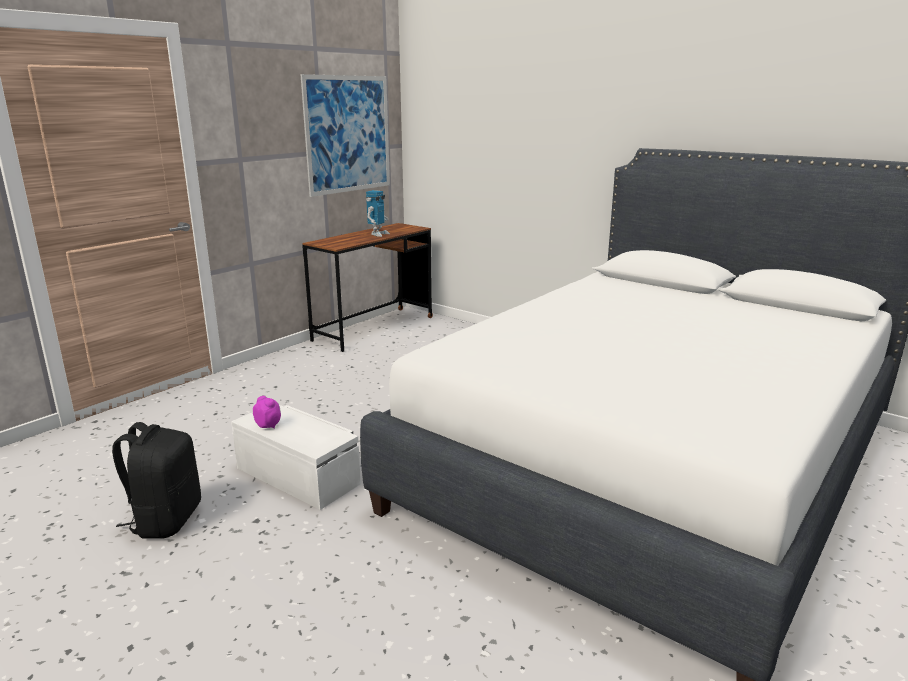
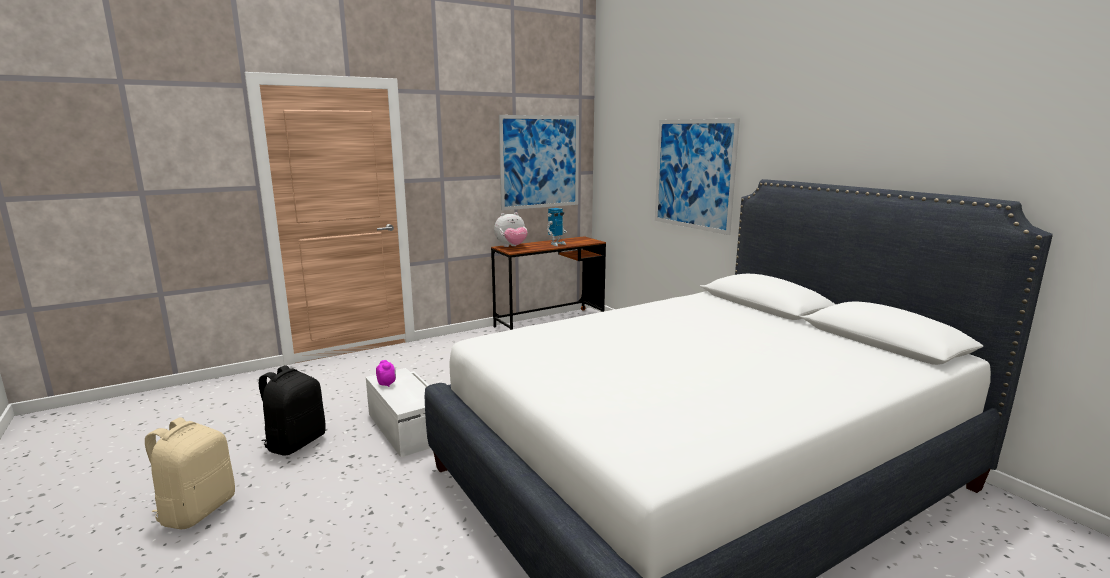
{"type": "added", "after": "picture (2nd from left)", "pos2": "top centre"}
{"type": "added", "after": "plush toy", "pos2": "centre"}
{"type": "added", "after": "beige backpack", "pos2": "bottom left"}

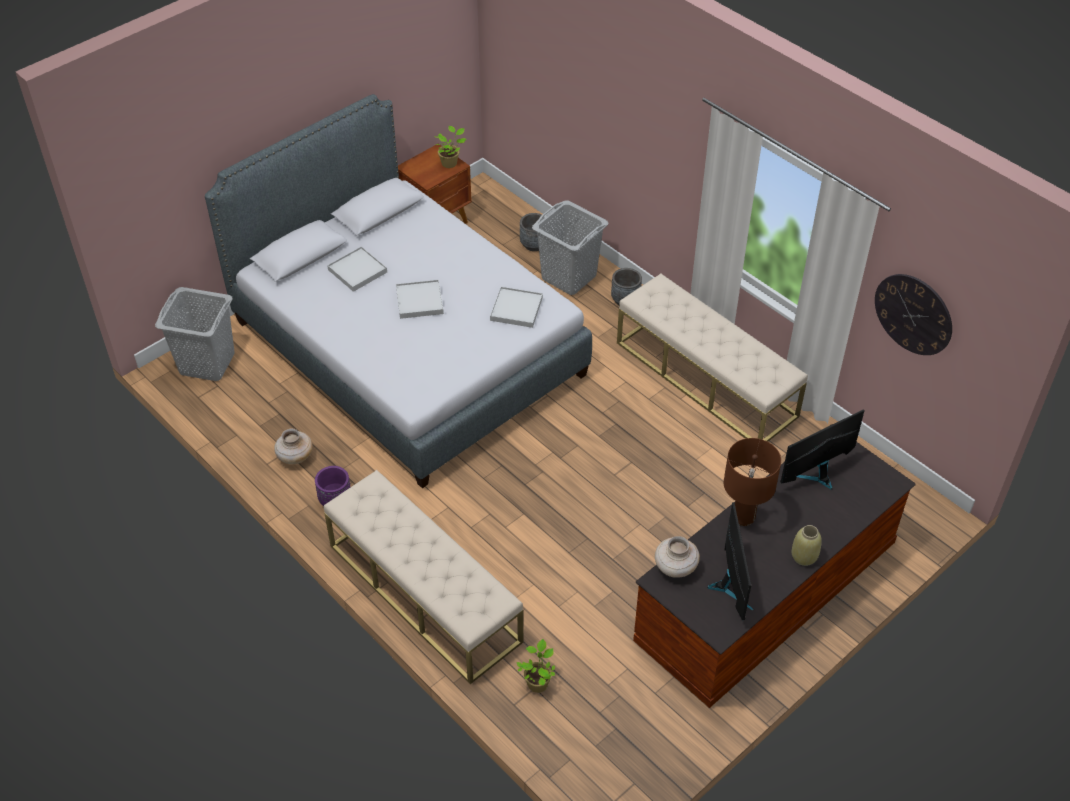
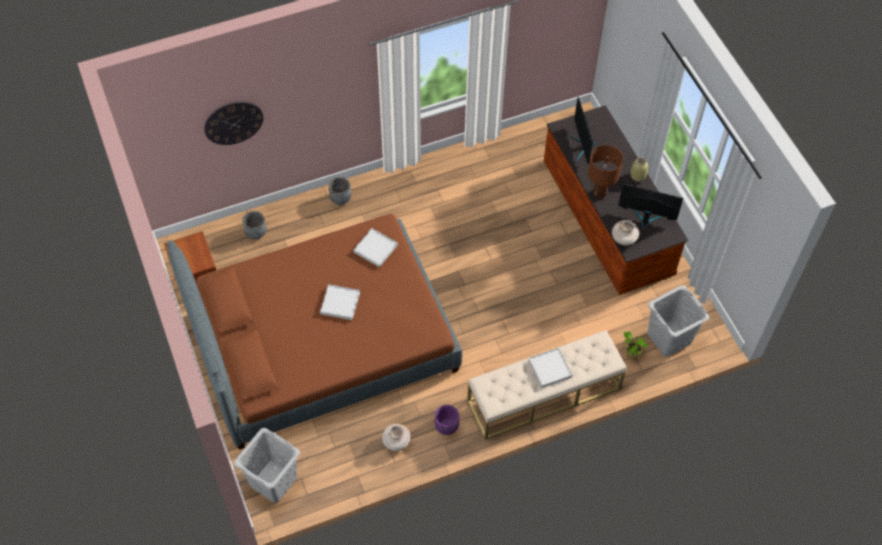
{"type": "recoloured", "before": "grey bed", "after": "brown bed", "pos1": "centre", "pos2": "centre"}
{"type": "removed", "before": "potted plant (1st from left)", "pos1": "top centre"}
{"type": "moved", "before": "grey laundry basket (2nd from left)", "pos1": "top centre", "pos2": "middle right"}
{"type": "moved", "before": "white tray (1st from left in the first image)", "after": "white tray (3rd from left)", "pos1": "centre", "pos2": "bottom centre"}
{"type": "removed", "before": "beige bench (2nd from left)", "pos1": "centre"}
{"type": "moved", "before": "wall clock", "pos1": "middle right", "pos2": "top left"}

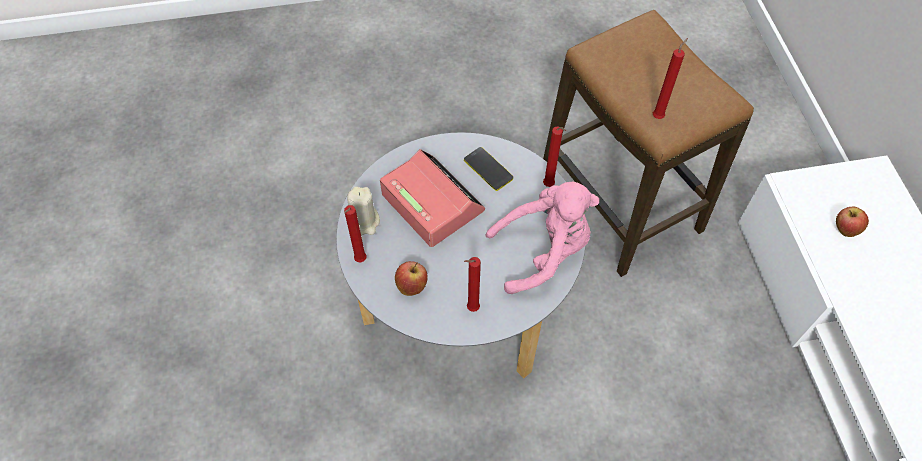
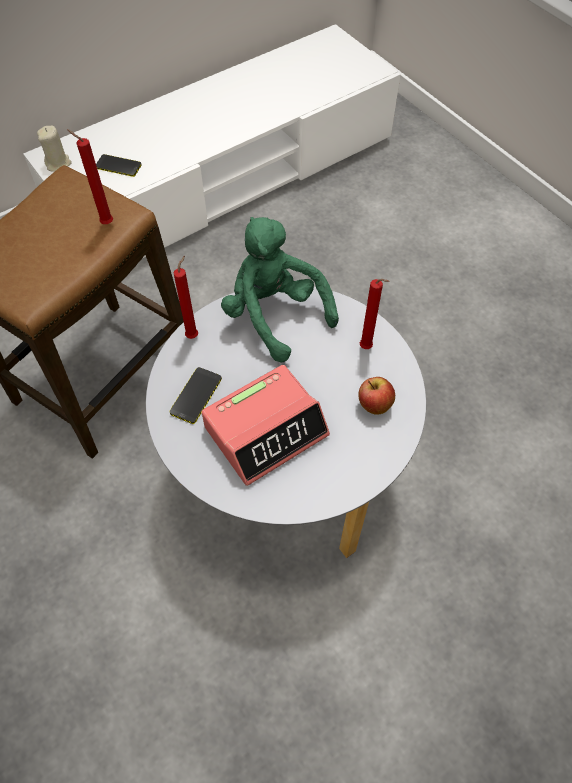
{"type": "turned", "before": "alarm clock", "pos1": "centre", "pos2": "centre", "turn": -150}
{"type": "recoloured", "before": "pink plush toy", "after": "green plush toy", "pos1": "centre", "pos2": "centre"}
{"type": "moved", "before": "beige candle", "pos1": "centre", "pos2": "top left"}
{"type": "removed", "before": "red candle (1st from left)", "pos1": "centre"}
{"type": "replaced", "before": "apple (2nd from left)", "after": "phone (1st from left)", "pos1": "middle right", "pos2": "top left"}

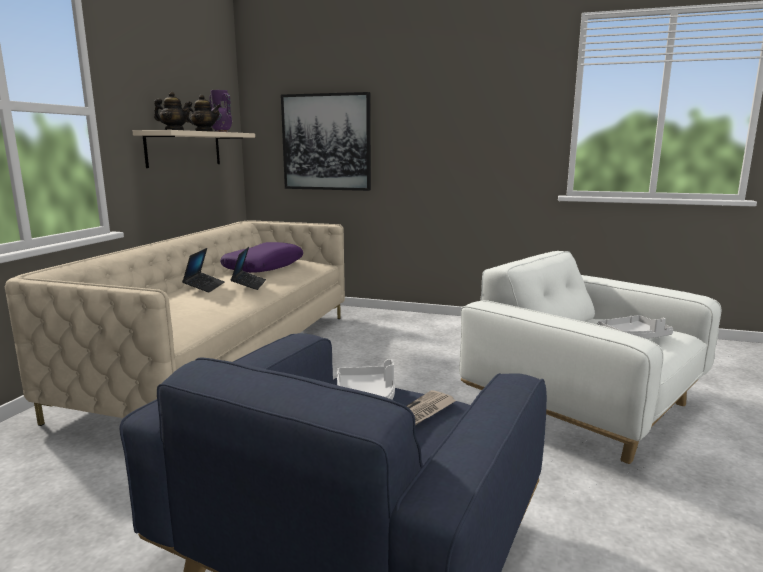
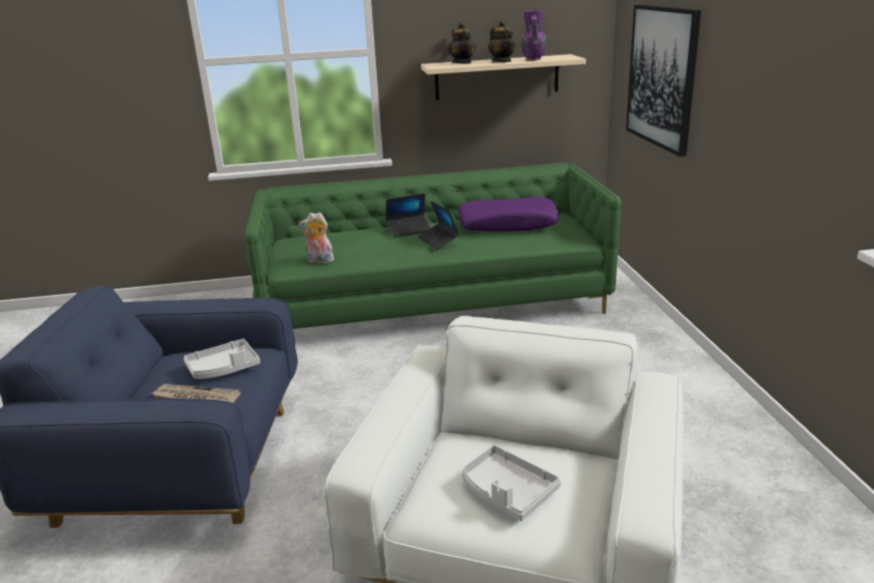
{"type": "recoloured", "before": "beige sofa", "after": "green sofa", "pos1": "middle left", "pos2": "centre"}
{"type": "turned", "before": "laptop (2nd from left)", "pos1": "middle left", "pos2": "centre", "turn": 90}
{"type": "added", "after": "plush toy", "pos2": "centre"}

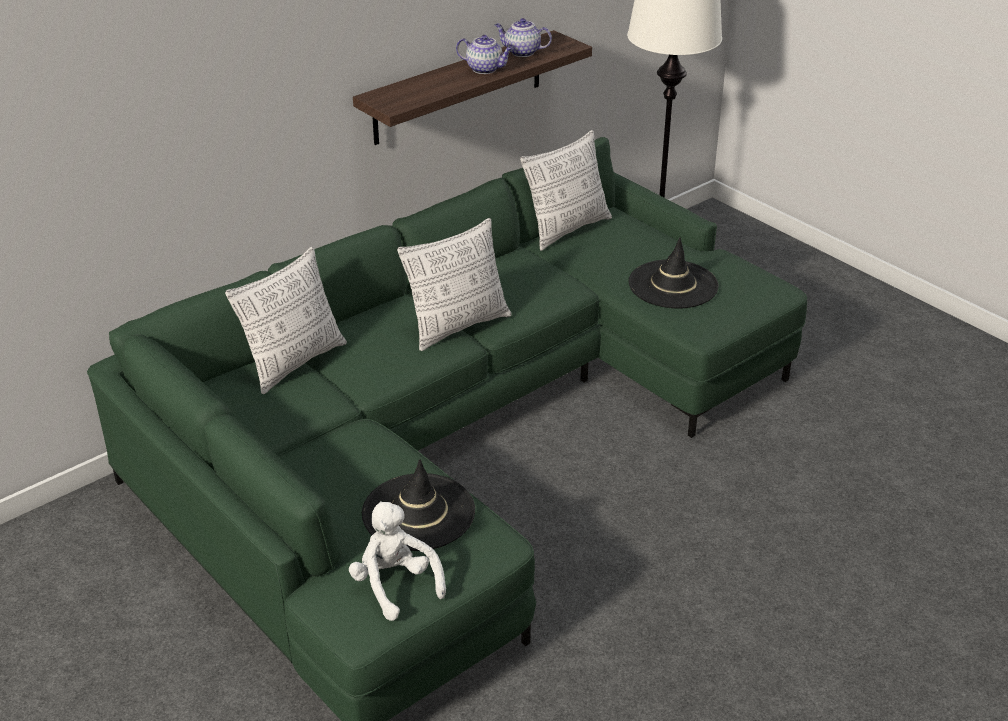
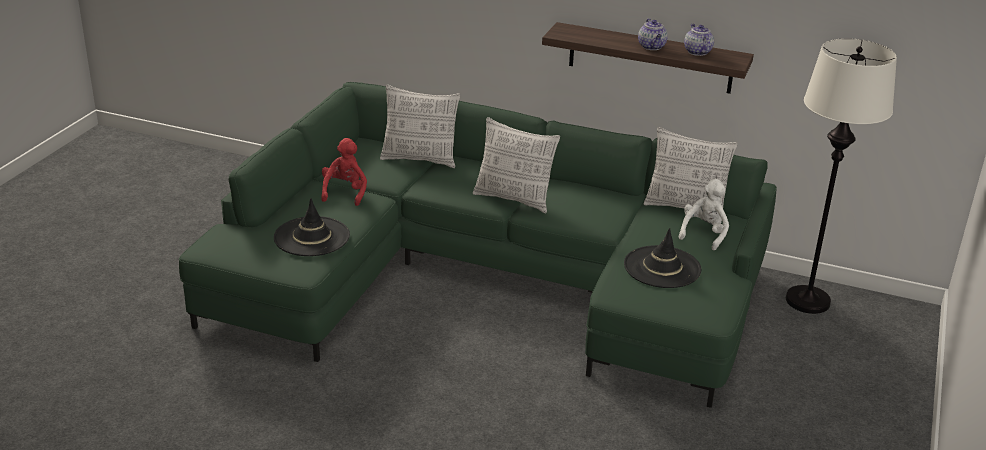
{"type": "moved", "before": "white plush toy", "pos1": "bottom centre", "pos2": "middle right"}
{"type": "added", "after": "red plush toy", "pos2": "centre"}

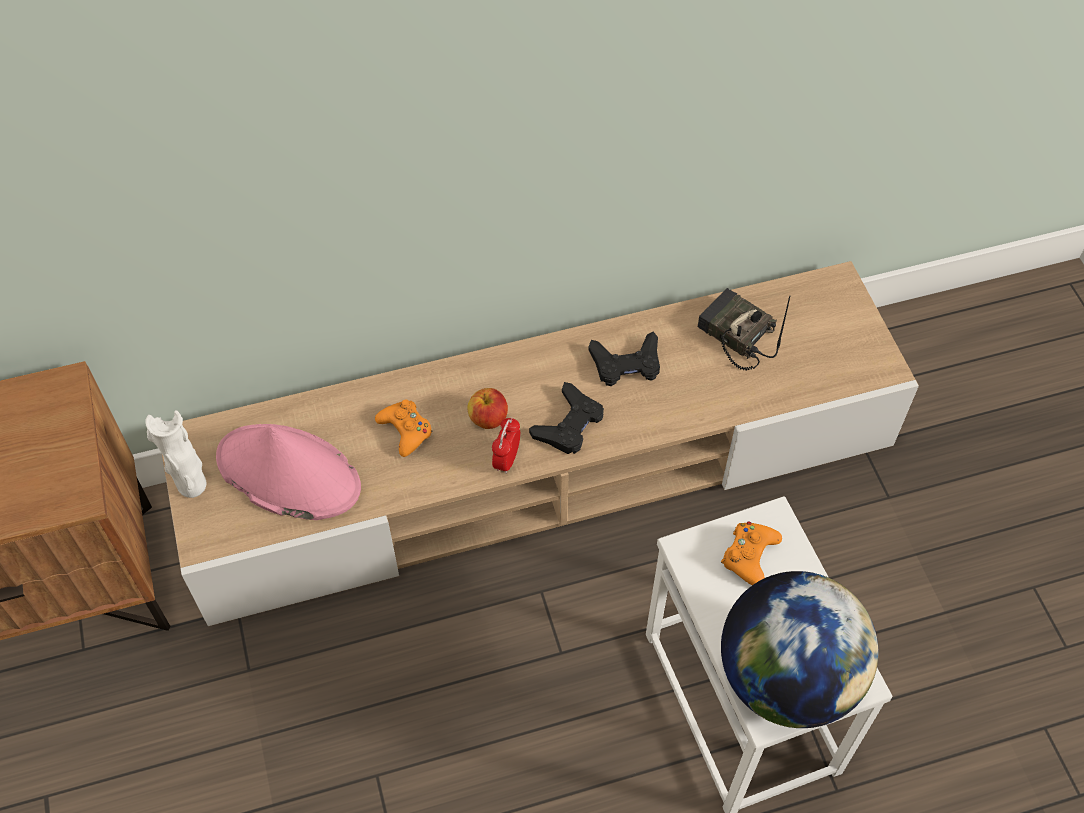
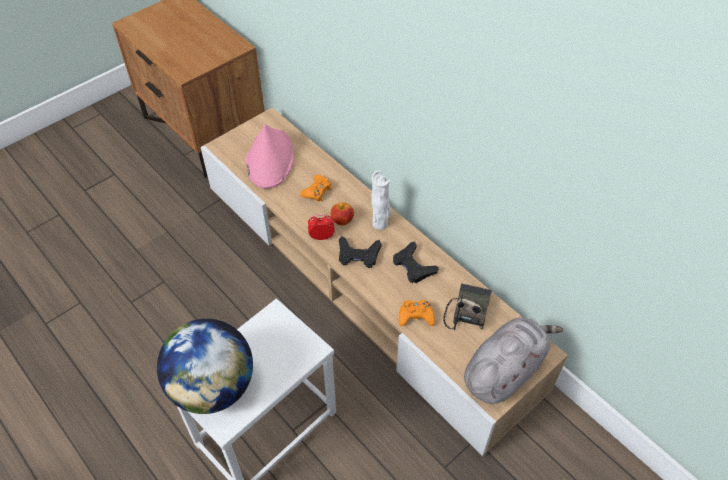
{"type": "moved", "before": "white vase", "pos1": "middle left", "pos2": "centre"}
{"type": "moved", "before": "orange game controller (2nd from left)", "pos1": "bottom right", "pos2": "centre"}
{"type": "added", "after": "grey plush toy", "pos2": "bottom right"}

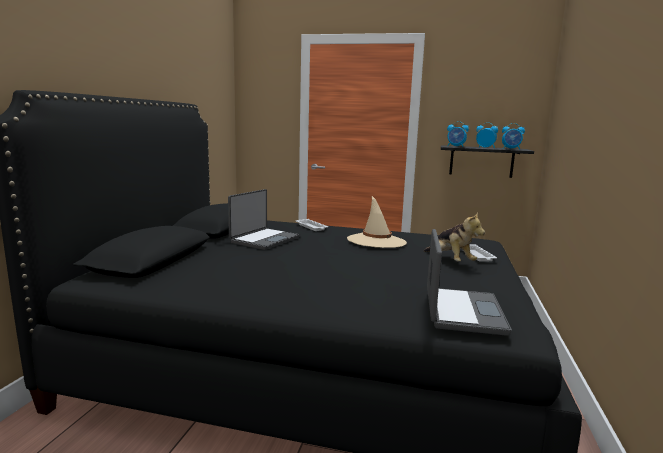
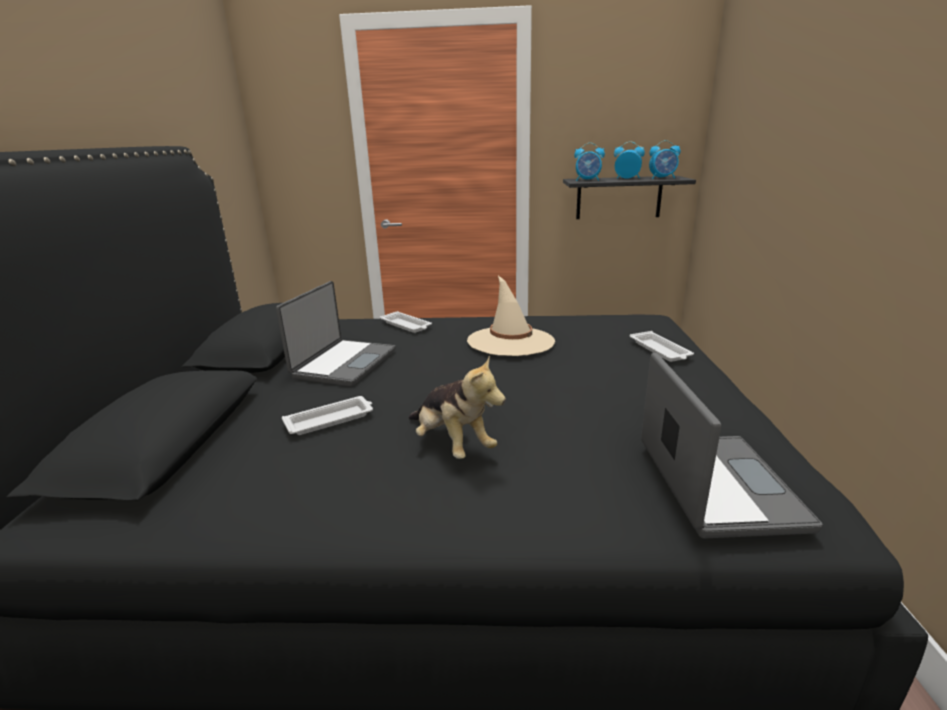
{"type": "moved", "before": "plush toy", "pos1": "middle right", "pos2": "centre"}
{"type": "added", "after": "white tray (1st from left)", "pos2": "centre"}

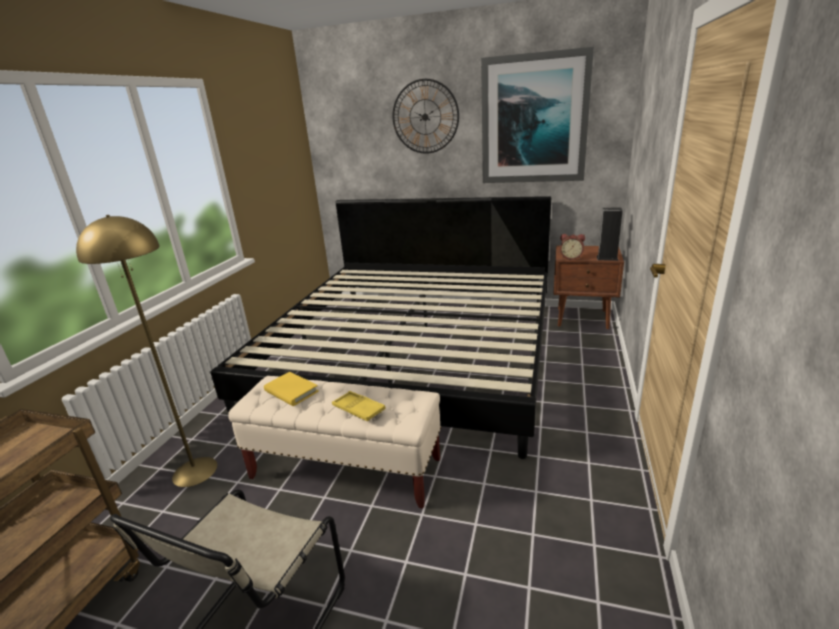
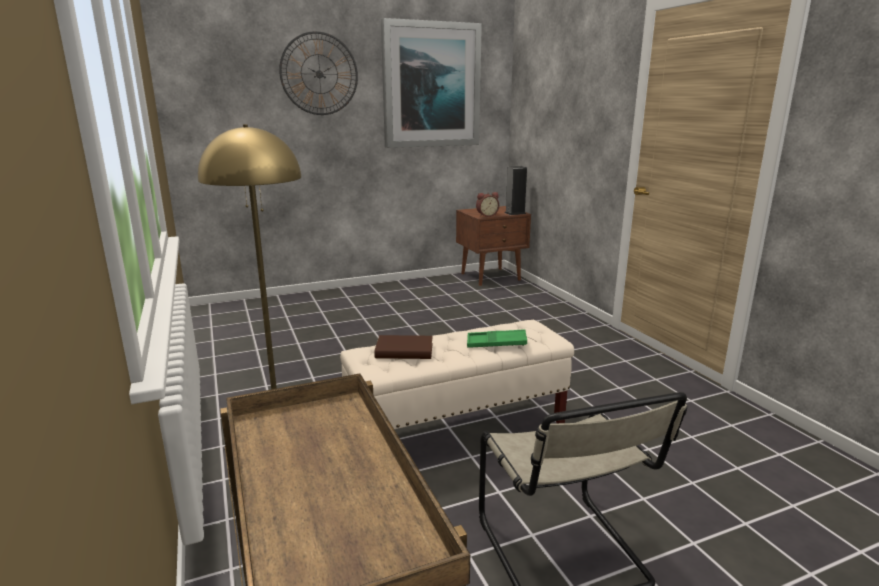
{"type": "removed", "before": "bed", "pos1": "centre"}
{"type": "recoloured", "before": "yellow book", "after": "brown book", "pos1": "centre", "pos2": "centre"}
{"type": "recoloured", "before": "yellow tray", "after": "green tray", "pos1": "centre", "pos2": "centre"}

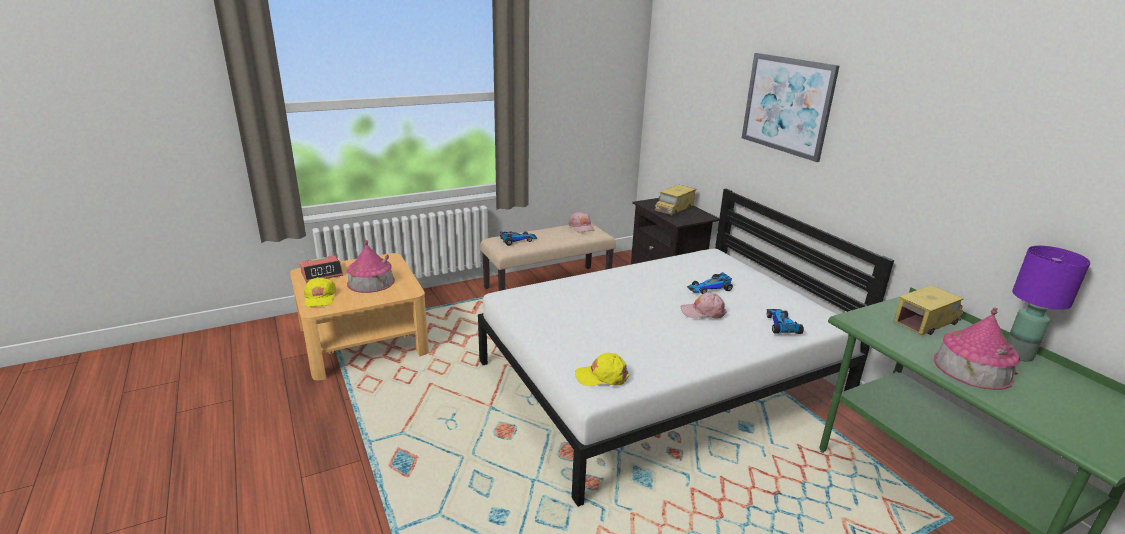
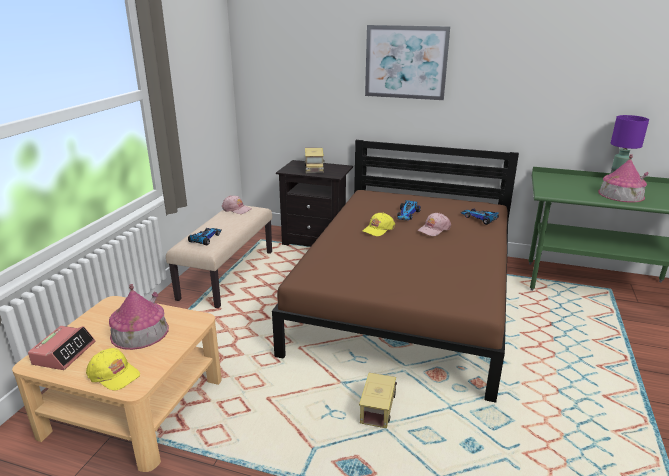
{"type": "recoloured", "before": "white bed", "after": "brown bed", "pos1": "centre", "pos2": "centre"}
{"type": "moved", "before": "toy truck (2nd from left)", "pos1": "middle right", "pos2": "bottom centre"}
{"type": "moved", "before": "yellow cap (2nd from left)", "pos1": "bottom centre", "pos2": "centre"}

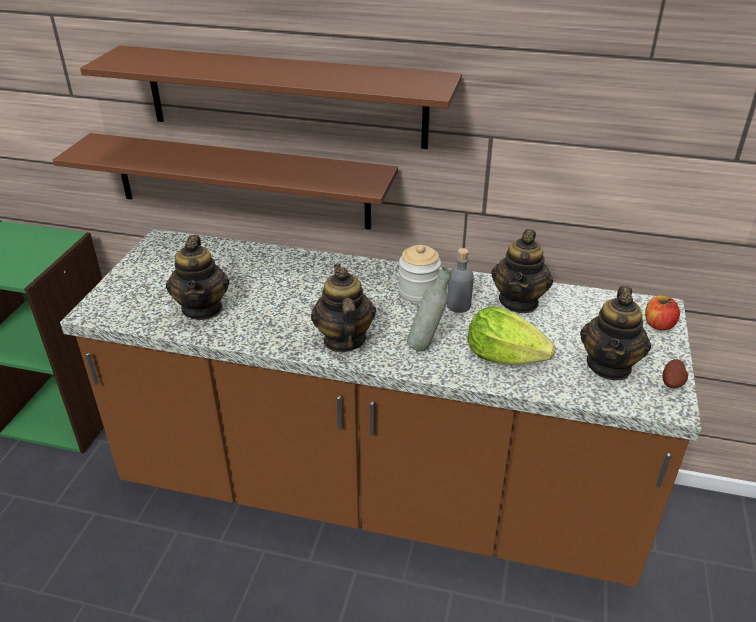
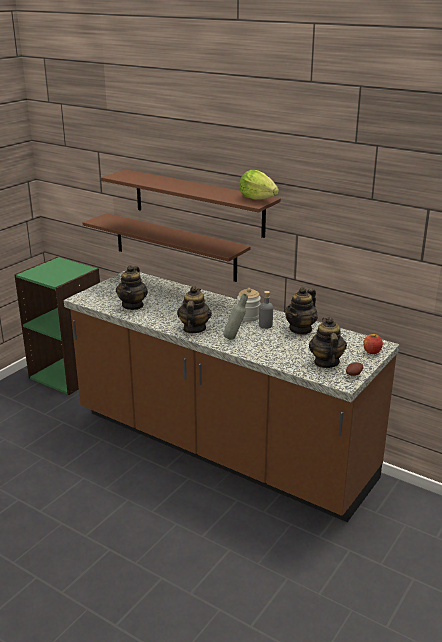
{"type": "turned", "before": "teapot (4th from left)", "pos1": "middle right", "pos2": "middle right", "turn": 135}
{"type": "moved", "before": "lettuce", "pos1": "middle right", "pos2": "top centre"}

